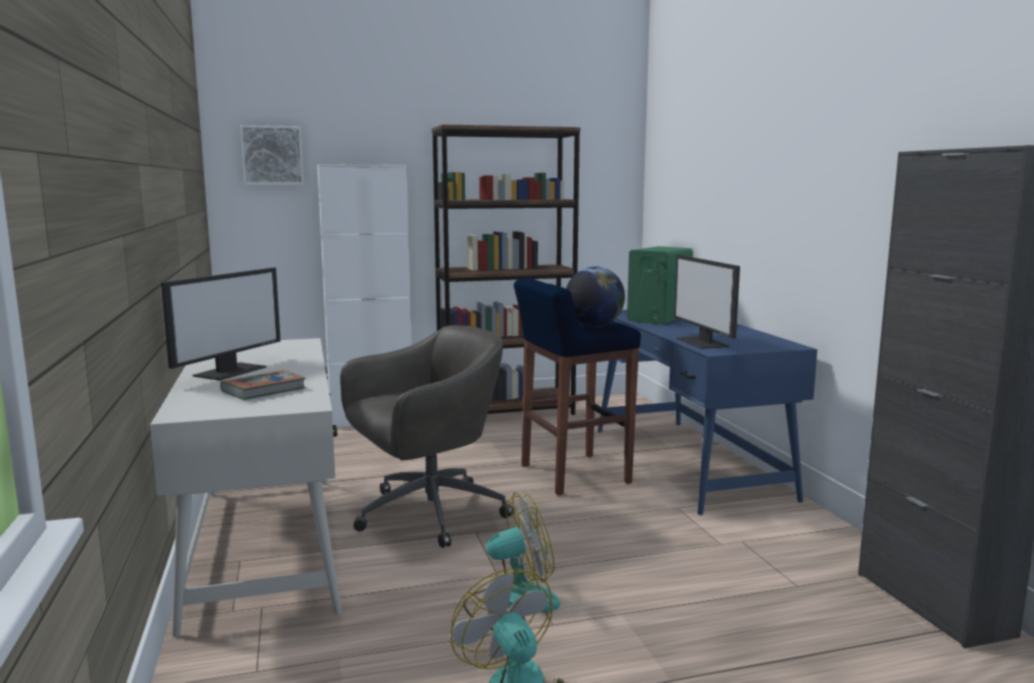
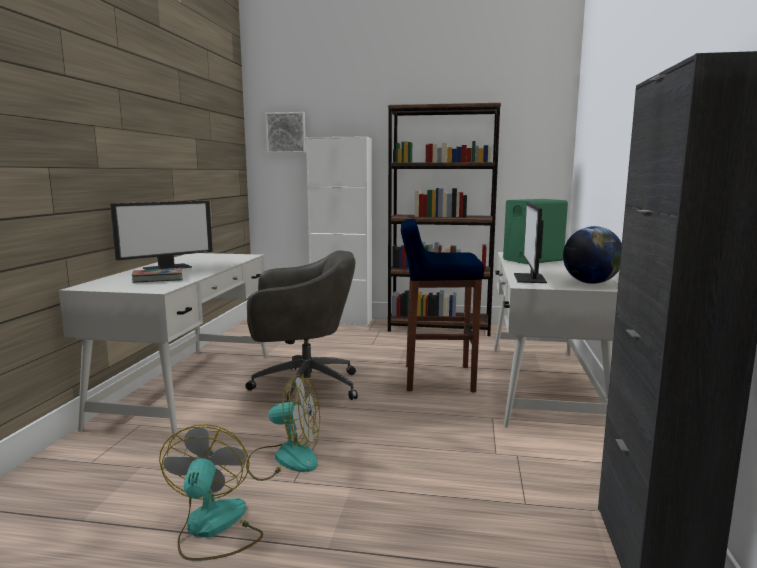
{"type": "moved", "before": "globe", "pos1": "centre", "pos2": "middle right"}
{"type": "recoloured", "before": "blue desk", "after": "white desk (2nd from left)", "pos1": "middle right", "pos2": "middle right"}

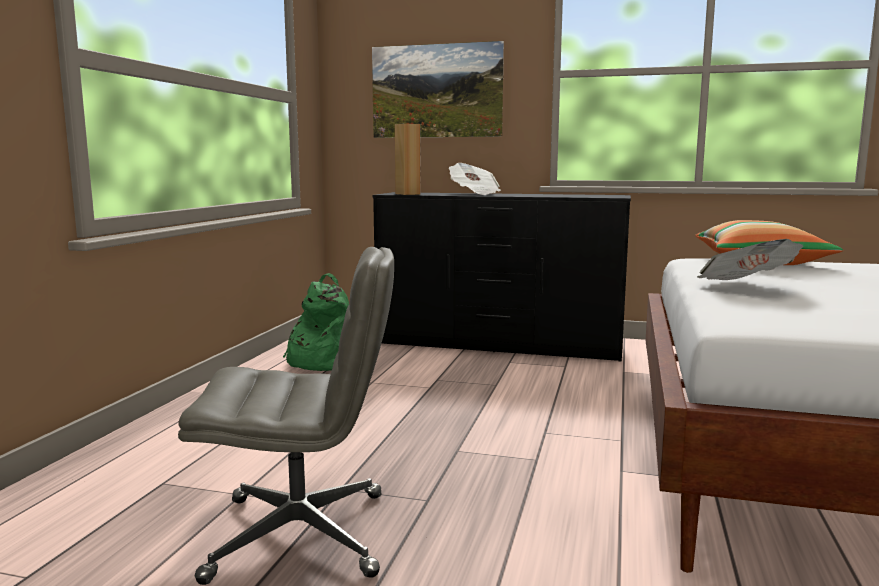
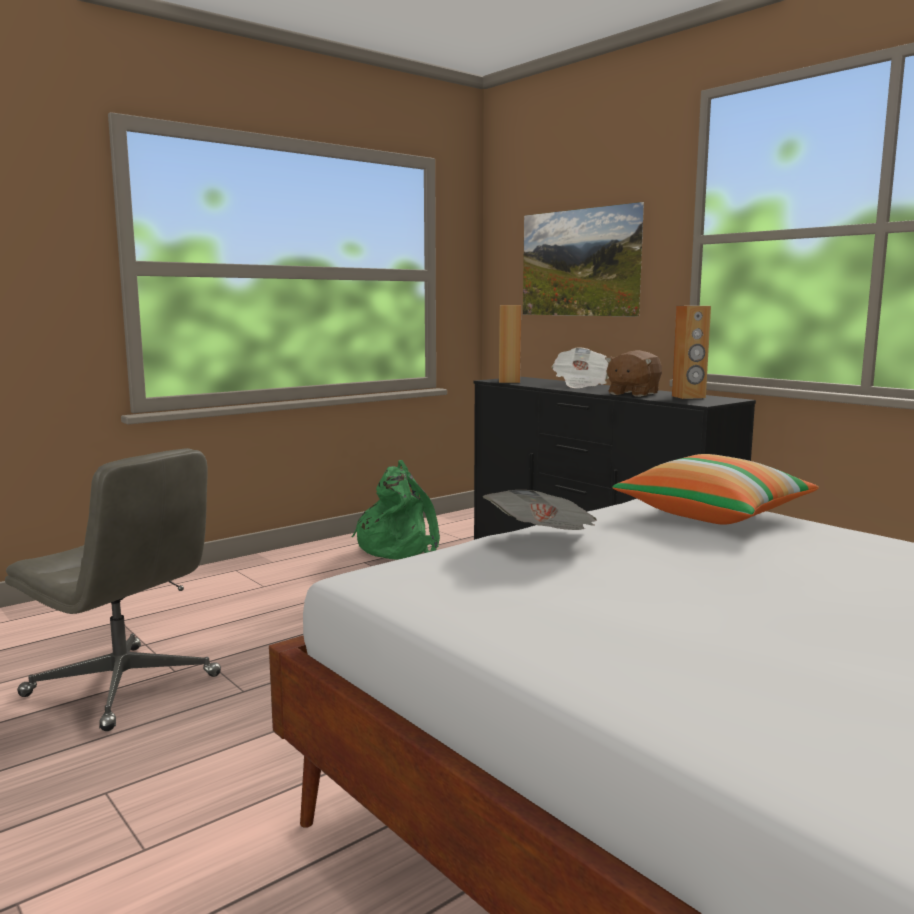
{"type": "added", "after": "brown speaker (2nd from left)", "pos2": "middle right"}
{"type": "added", "after": "brown plush toy", "pos2": "middle right"}

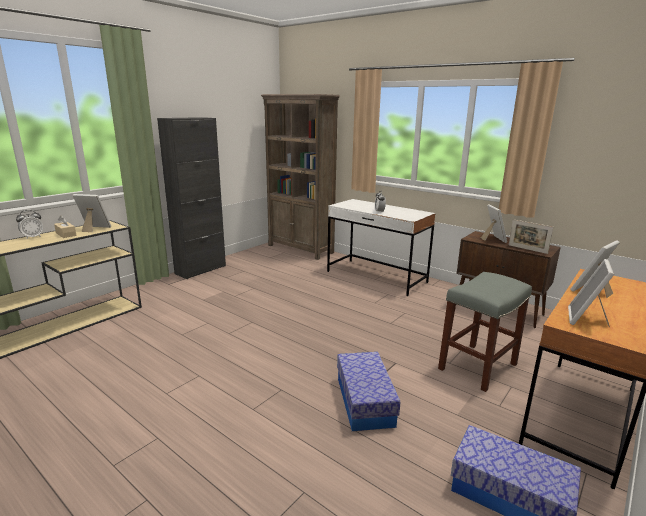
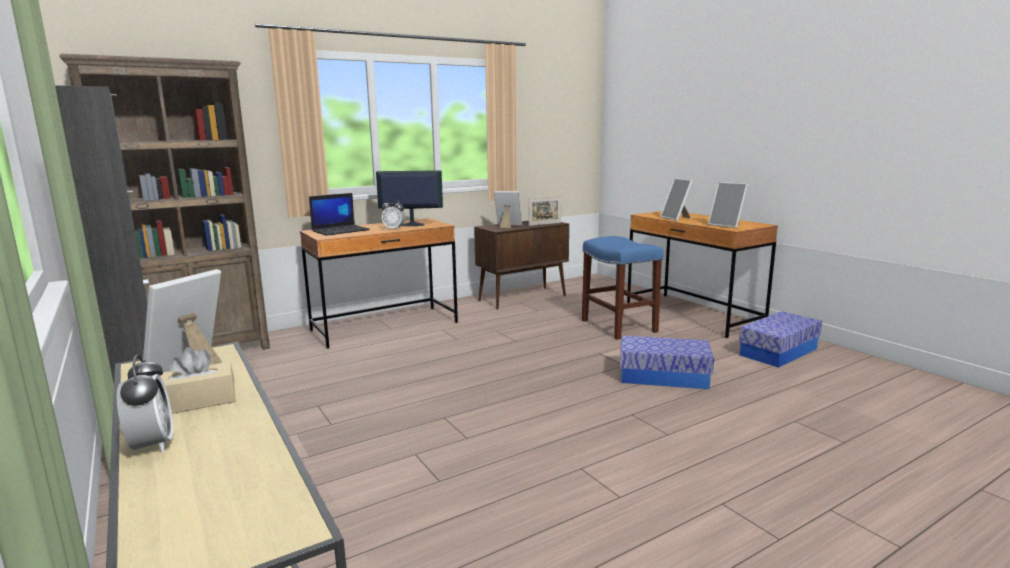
{"type": "recoloured", "before": "white desk", "after": "brown desk (1st from left)", "pos1": "centre", "pos2": "centre"}
{"type": "recoloured", "before": "grey stool", "after": "blue stool", "pos1": "middle right", "pos2": "centre"}
{"type": "added", "after": "monitor", "pos2": "centre"}
{"type": "added", "after": "laptop", "pos2": "centre"}

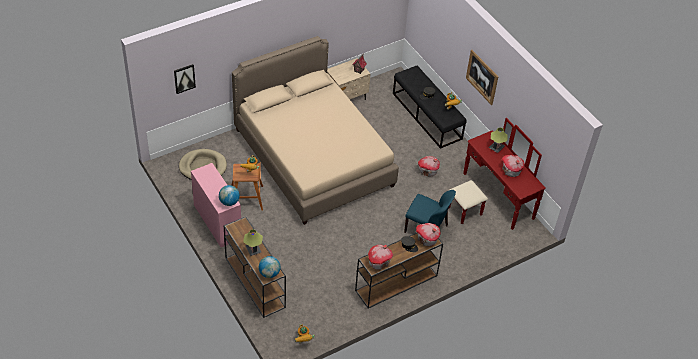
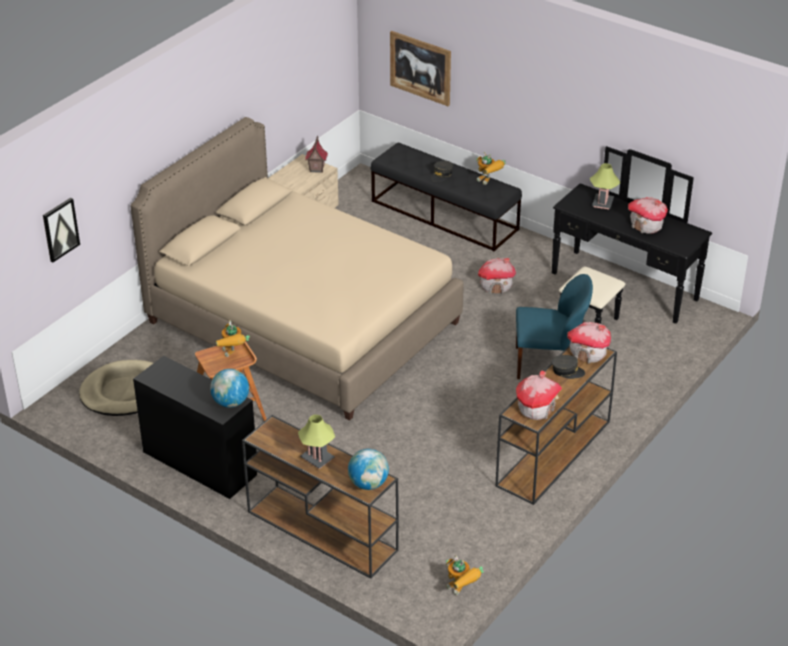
{"type": "moved", "before": "picture (2nd from left)", "pos1": "top right", "pos2": "top centre"}
{"type": "recoloured", "before": "red dresser", "after": "black dresser", "pos1": "middle right", "pos2": "middle right"}
{"type": "recoloured", "before": "pink desk", "after": "black desk", "pos1": "middle left", "pos2": "middle left"}

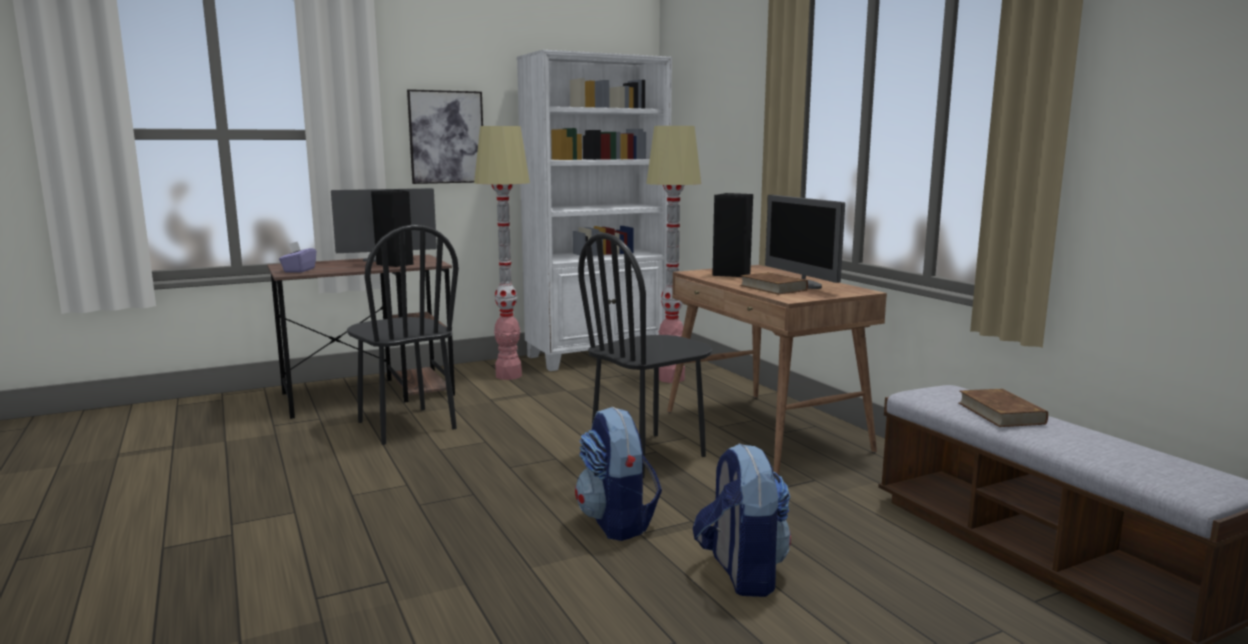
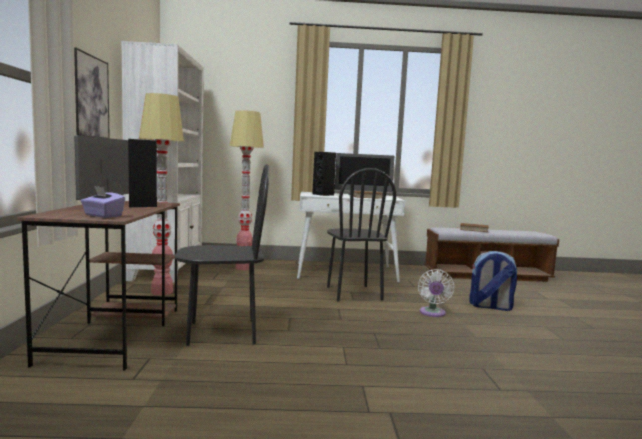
{"type": "recoloured", "before": "brown desk (2nd from left)", "after": "white desk", "pos1": "centre", "pos2": "centre"}
{"type": "replaced", "before": "backpack (1st from left)", "after": "white fan", "pos1": "bottom centre", "pos2": "bottom right"}

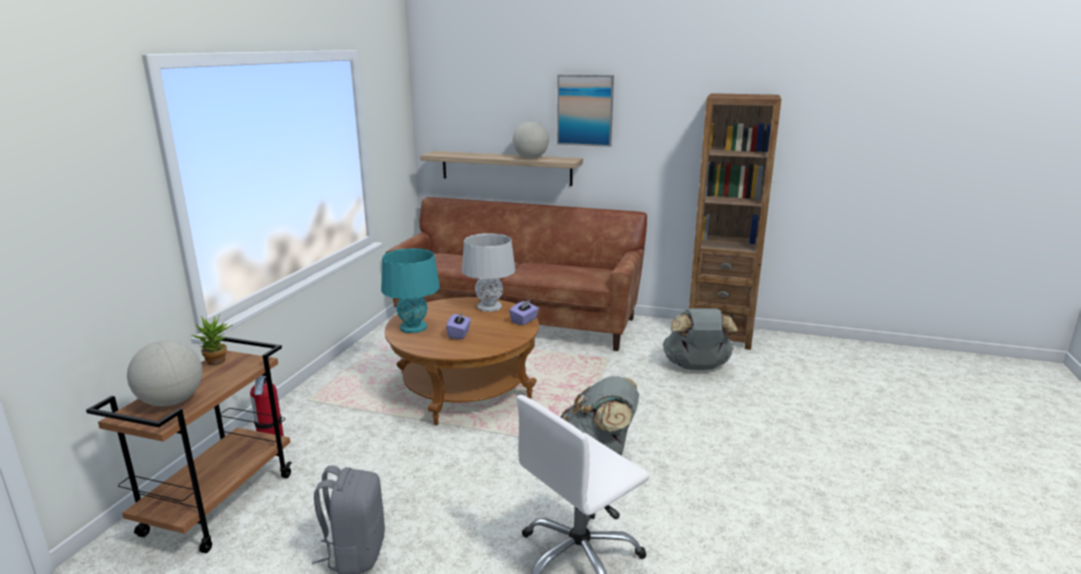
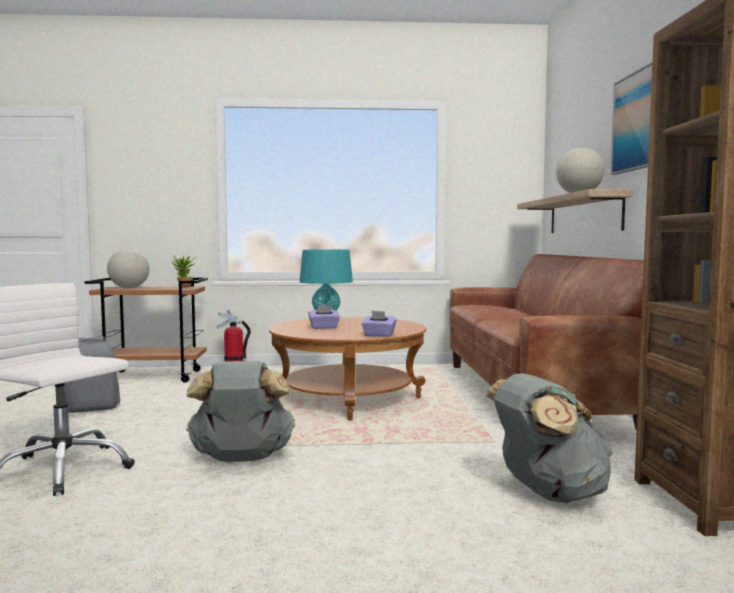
{"type": "removed", "before": "grey table lamp", "pos1": "centre"}

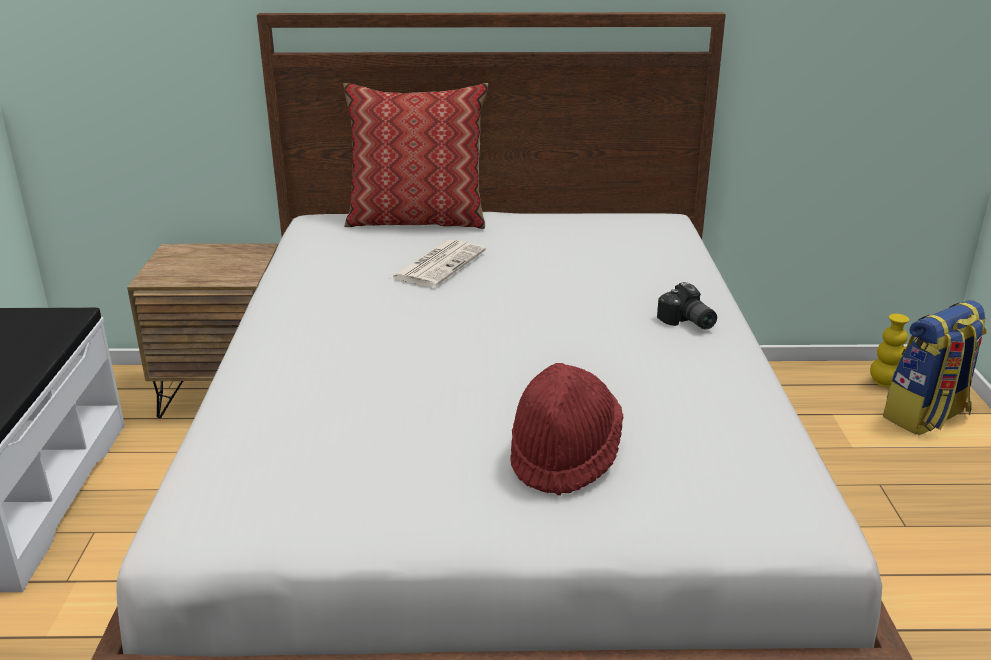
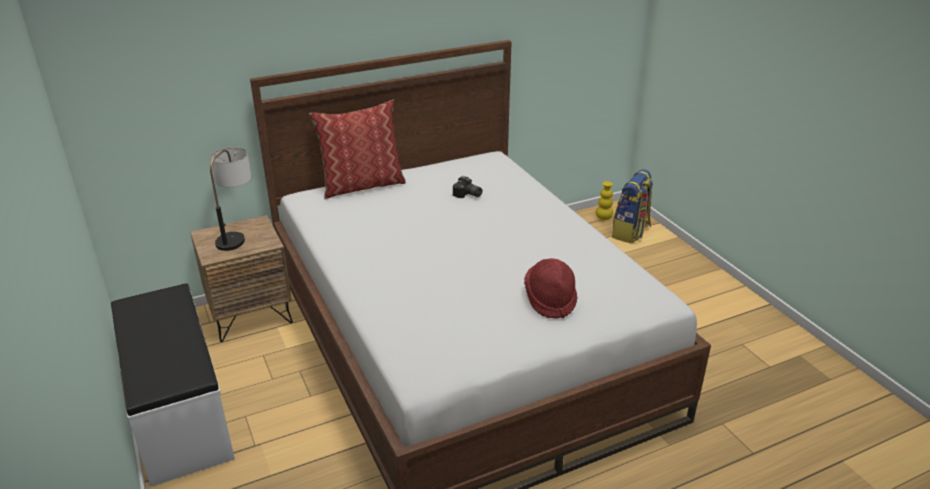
{"type": "removed", "before": "newspaper", "pos1": "centre"}
{"type": "moved", "before": "photo camera", "pos1": "middle right", "pos2": "centre"}
{"type": "added", "after": "table lamp", "pos2": "middle left"}

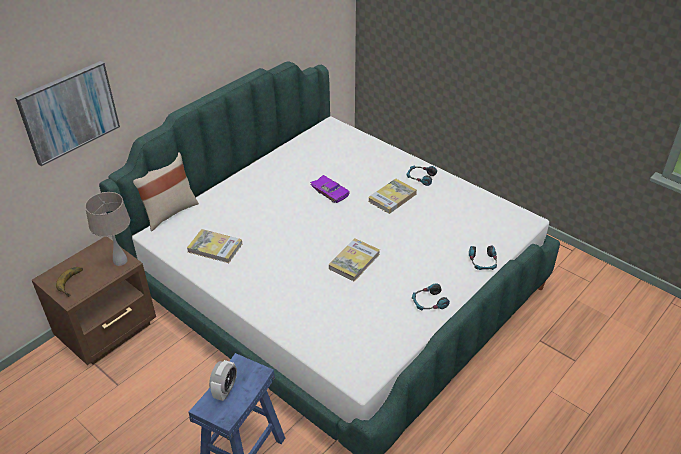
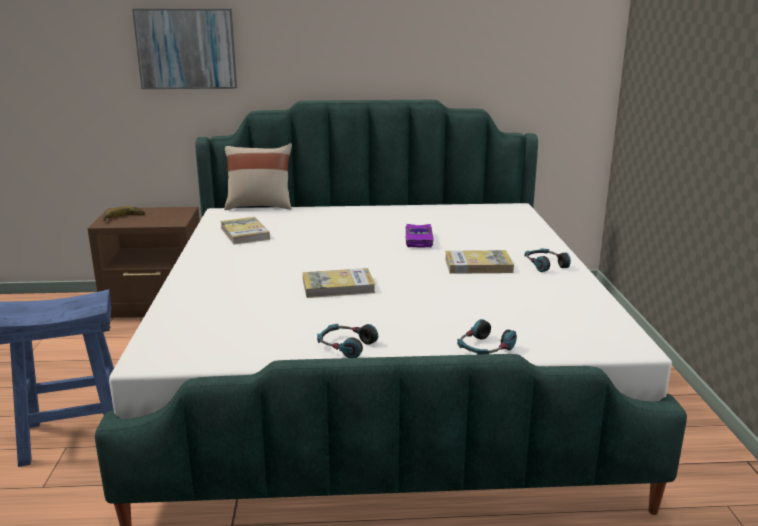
{"type": "removed", "before": "beige table lamp", "pos1": "middle left"}
{"type": "removed", "before": "alarm clock", "pos1": "bottom left"}

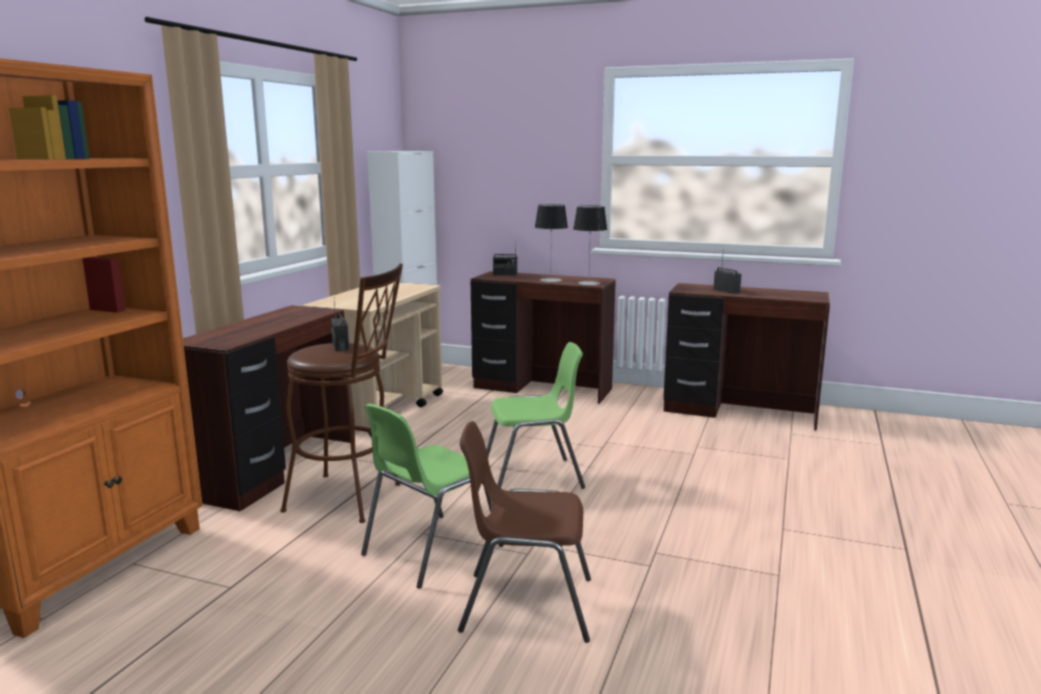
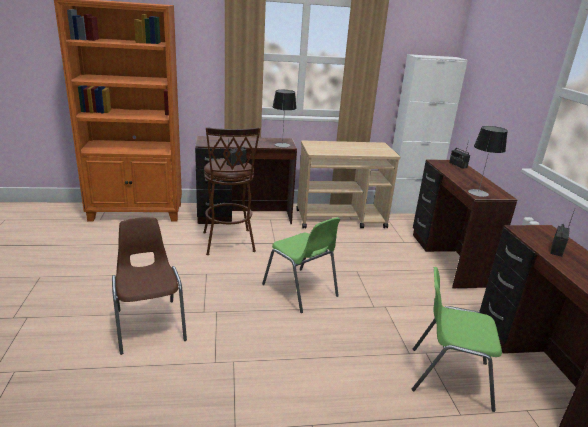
{"type": "moved", "before": "table lamp (1st from left)", "pos1": "centre", "pos2": "top centre"}
{"type": "moved", "before": "green chair (1st from left in the first image)", "after": "green chair (2nd from left)", "pos1": "bottom centre", "pos2": "bottom right"}

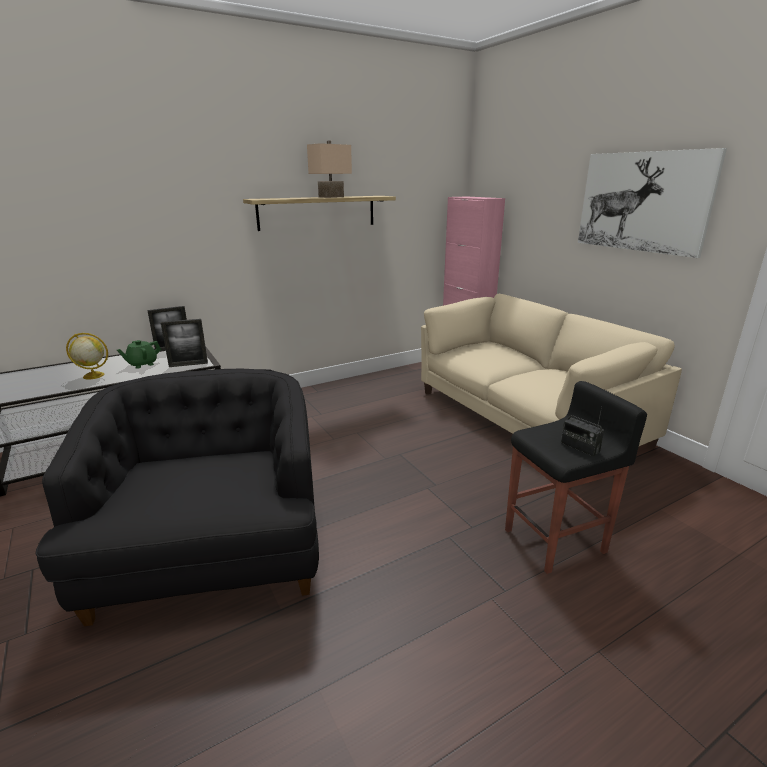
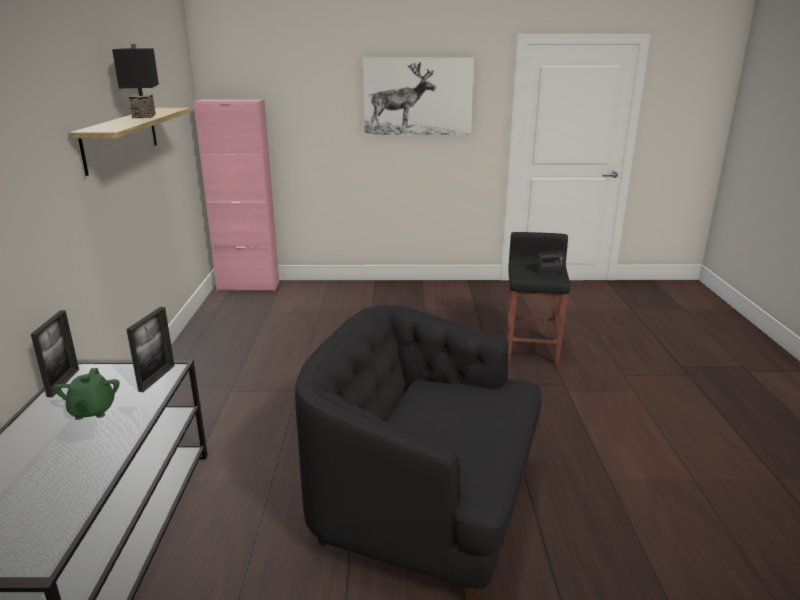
{"type": "recoloured", "before": "beige table lamp", "after": "black table lamp", "pos1": "top centre", "pos2": "top left"}
{"type": "removed", "before": "beige sofa", "pos1": "middle right"}
{"type": "removed", "before": "globe", "pos1": "middle left"}

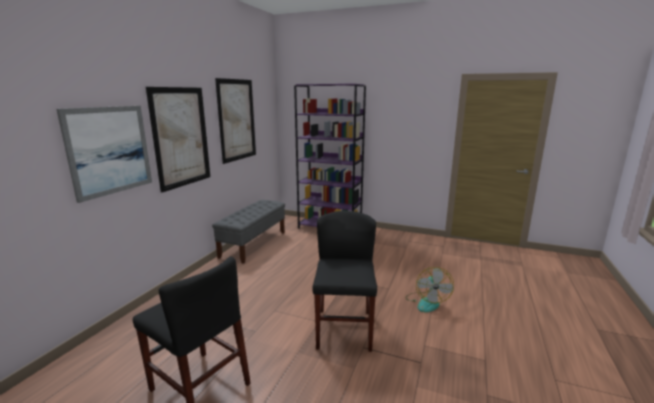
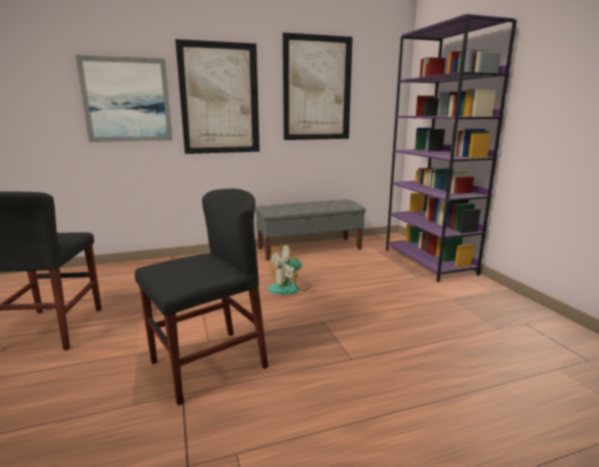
{"type": "moved", "before": "fan", "pos1": "bottom centre", "pos2": "centre"}

